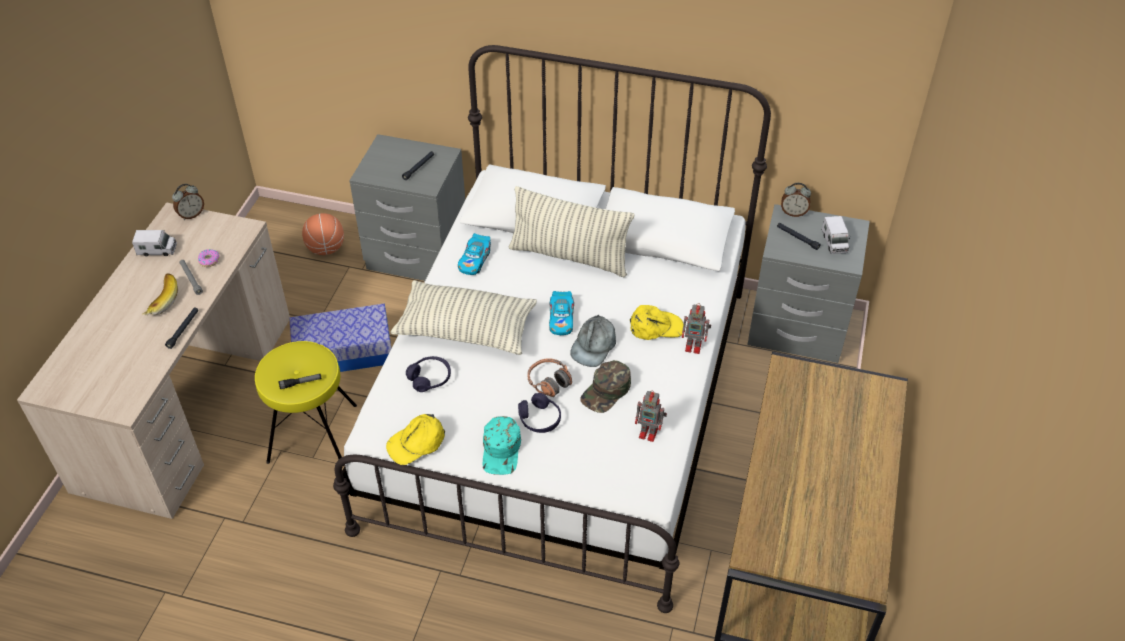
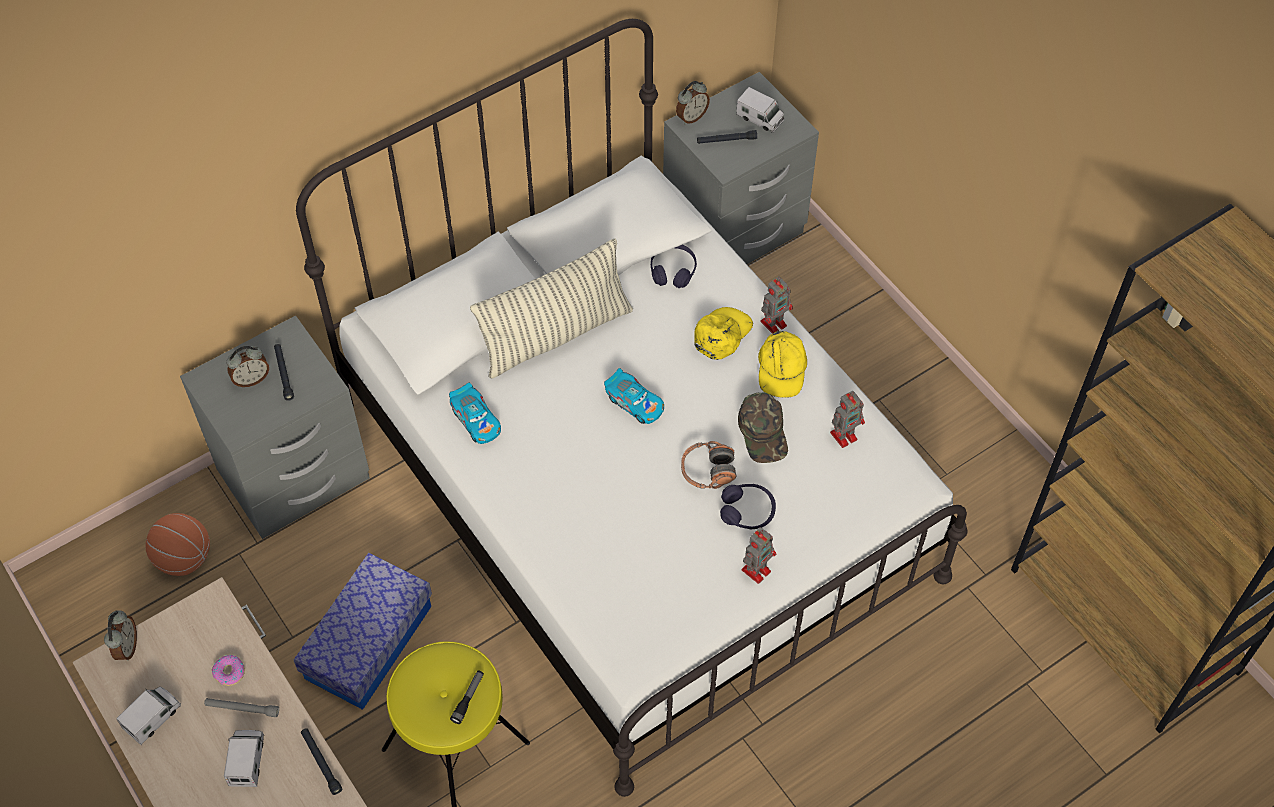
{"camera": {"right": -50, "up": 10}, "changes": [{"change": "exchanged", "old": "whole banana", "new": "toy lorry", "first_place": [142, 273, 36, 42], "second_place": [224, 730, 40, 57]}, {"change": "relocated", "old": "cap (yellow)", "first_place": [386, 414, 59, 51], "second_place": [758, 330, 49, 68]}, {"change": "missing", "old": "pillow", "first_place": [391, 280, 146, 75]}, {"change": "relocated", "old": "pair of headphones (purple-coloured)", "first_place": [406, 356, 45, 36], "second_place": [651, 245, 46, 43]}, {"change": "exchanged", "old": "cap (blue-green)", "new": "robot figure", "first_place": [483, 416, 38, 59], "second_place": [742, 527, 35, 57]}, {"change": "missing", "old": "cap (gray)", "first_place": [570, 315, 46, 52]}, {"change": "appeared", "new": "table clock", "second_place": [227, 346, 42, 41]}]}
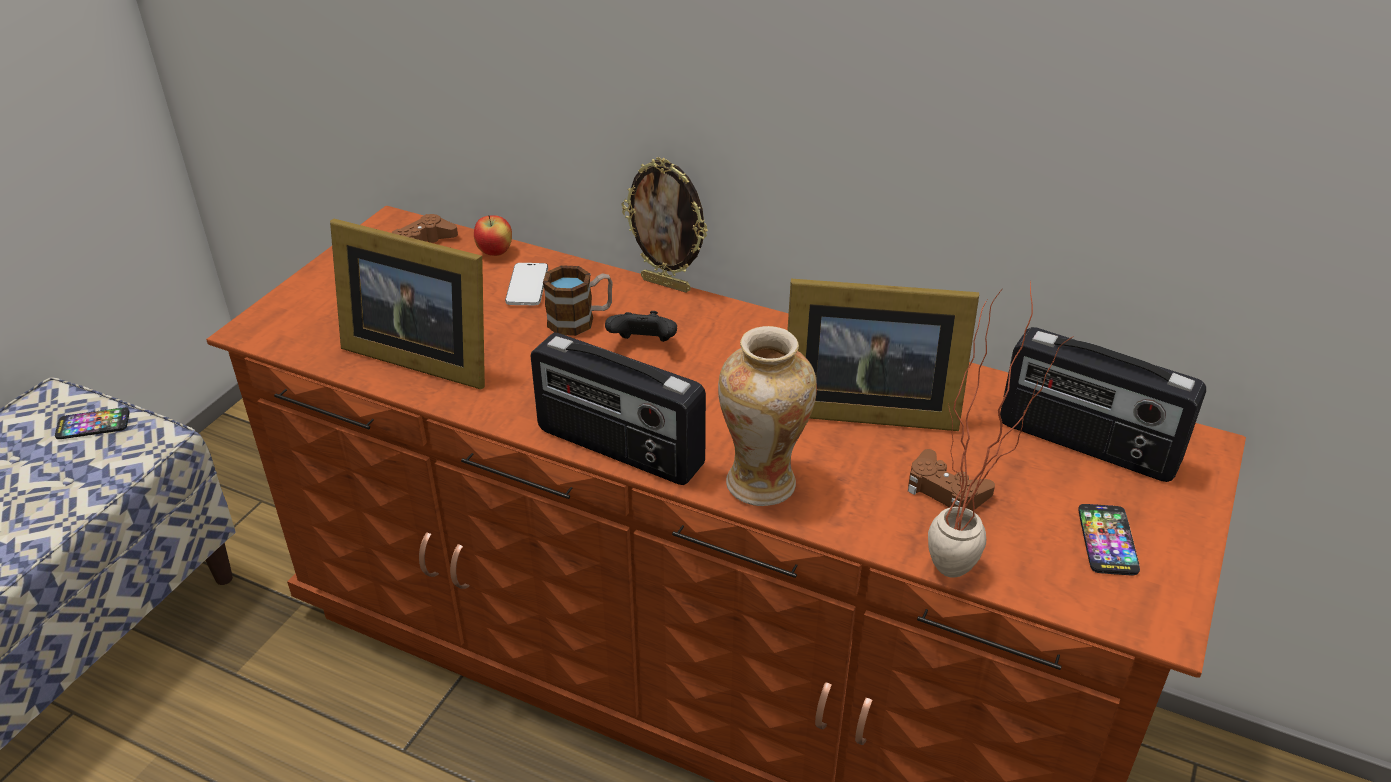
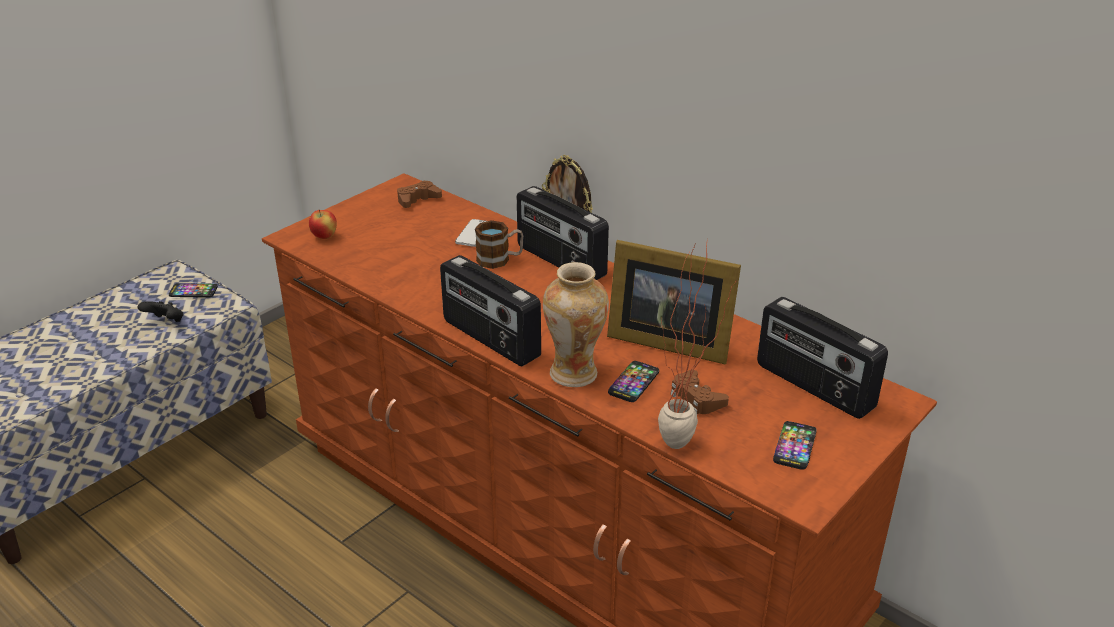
{"camera": {"right": 15, "up": -5}, "changes": [{"change": "missing", "old": "picture frame", "first_place": [330, 219, 155, 170]}, {"change": "relocated", "old": "apple", "first_place": [474, 215, 38, 41], "second_place": [309, 209, 28, 30]}, {"change": "relocated", "old": "gamepad (blackish)", "first_place": [605, 311, 72, 31], "second_place": [138, 301, 45, 21]}, {"change": "appeared", "new": "radio", "second_place": [517, 186, 92, 94]}, {"change": "appeared", "new": "handset", "second_place": [608, 361, 51, 41]}]}
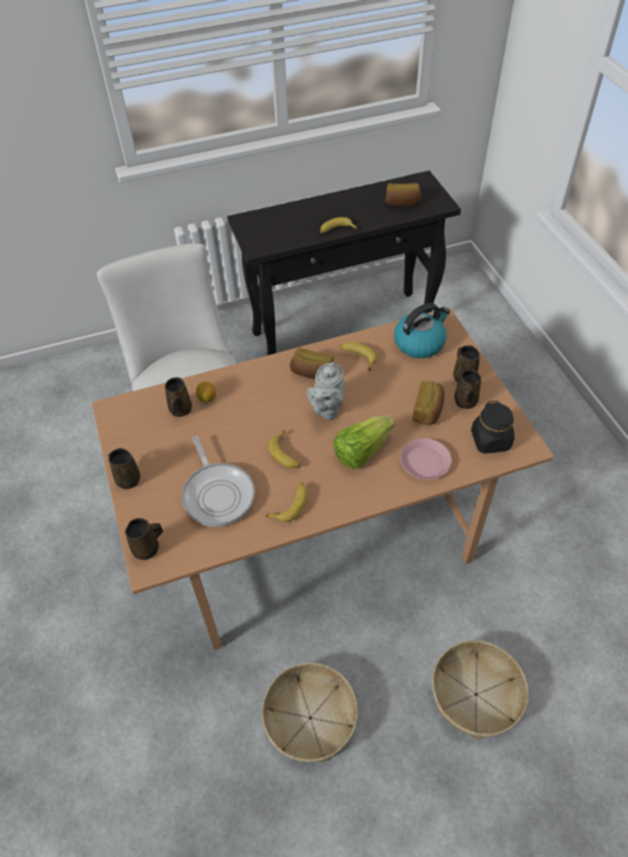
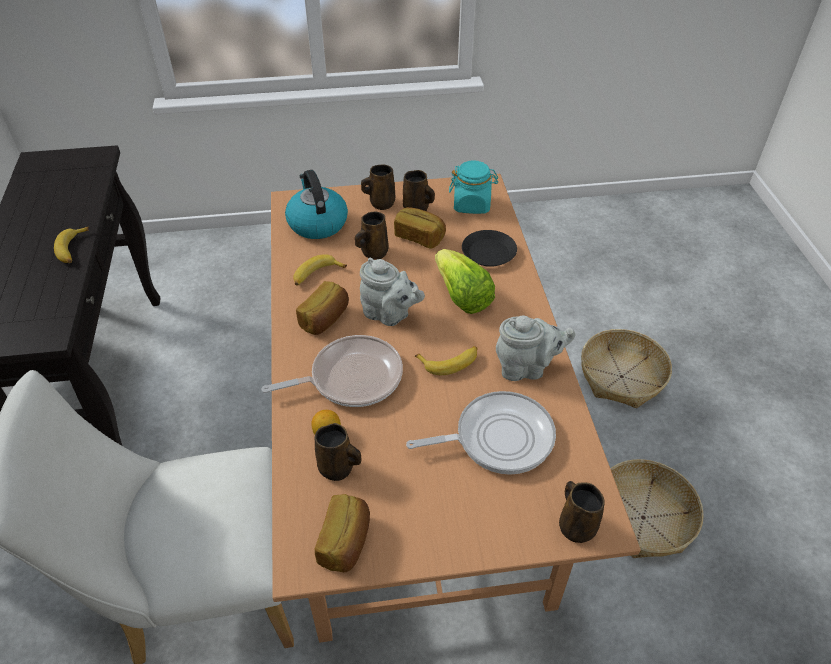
{"camera": {"right": -80, "up": -5}, "changes": [{"change": "relocated", "old": "mug (brown)", "first_place": [108, 448, 32, 41], "second_place": [355, 211, 34, 49]}, {"change": "exchanged", "old": "whole banana", "new": "tea pot (gray)", "first_place": [266, 482, 42, 40], "second_place": [496, 315, 80, 66]}, {"change": "relocated", "old": "bakery bread", "first_place": [386, 183, 35, 23], "second_place": [315, 494, 55, 78]}, {"change": "colour", "old": "plate (pink)", "new": "plate (blackish)", "first_place": [400, 438, 51, 42], "second_place": [462, 230, 55, 37]}, {"change": "colour", "old": "preserve jar (blackish)", "new": "preserve jar (blue-green)", "first_place": [471, 401, 43, 52], "second_place": [449, 161, 49, 53]}, {"change": "appeared", "new": "skillet", "second_place": [261, 335, 142, 72]}]}
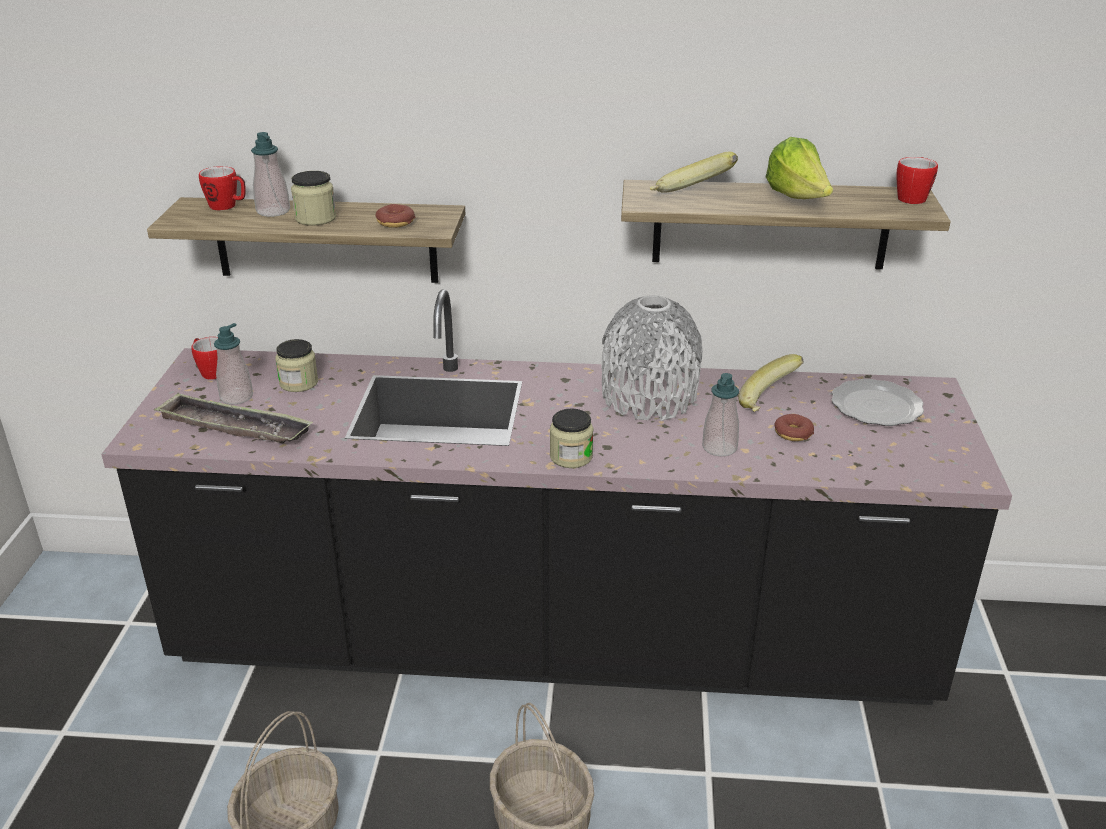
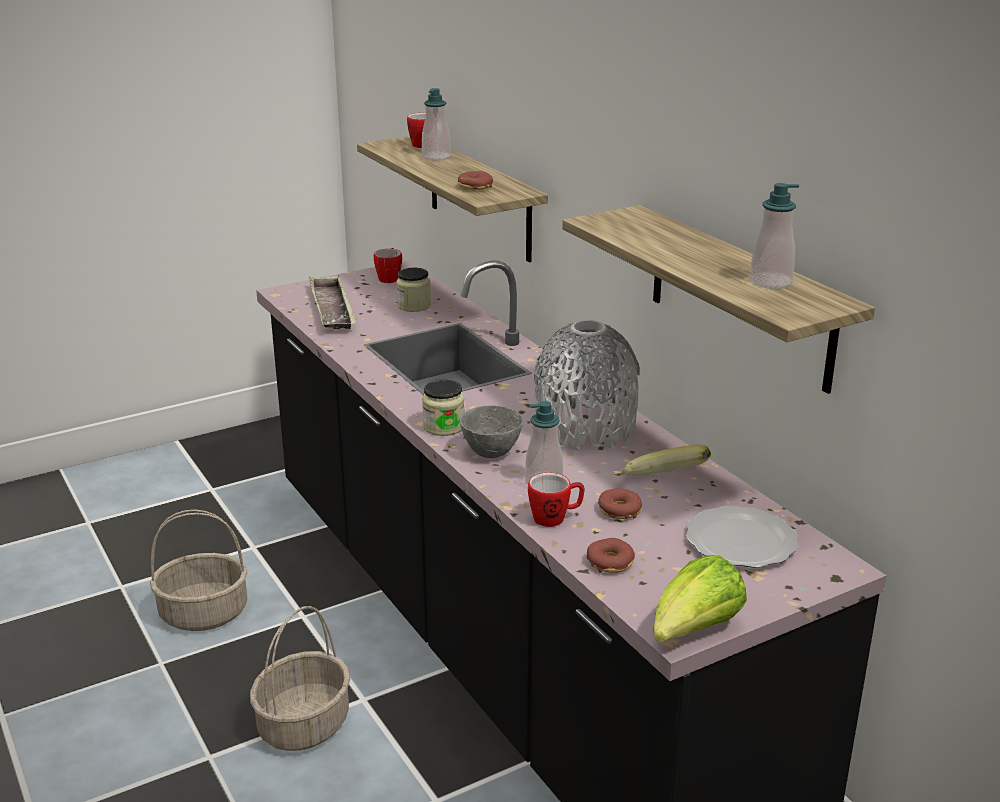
{"camera": {"right": 55, "up": -5}, "changes": [{"change": "relocated", "old": "soap dispenser", "first_place": [214, 323, 39, 82], "second_place": [750, 183, 50, 106]}, {"change": "missing", "old": "preserve jar", "first_place": [291, 171, 45, 55]}, {"change": "missing", "old": "whole banana", "first_place": [650, 152, 88, 41]}, {"change": "relocated", "old": "lettuce", "first_place": [766, 137, 67, 62], "second_place": [654, 555, 93, 88]}, {"change": "relocated", "old": "mug", "first_place": [896, 157, 42, 47], "second_place": [528, 472, 57, 55]}, {"change": "appeared", "new": "deep dish (gray)", "second_place": [460, 405, 63, 53]}, {"change": "appeared", "new": "donut", "second_place": [587, 538, 48, 35]}]}
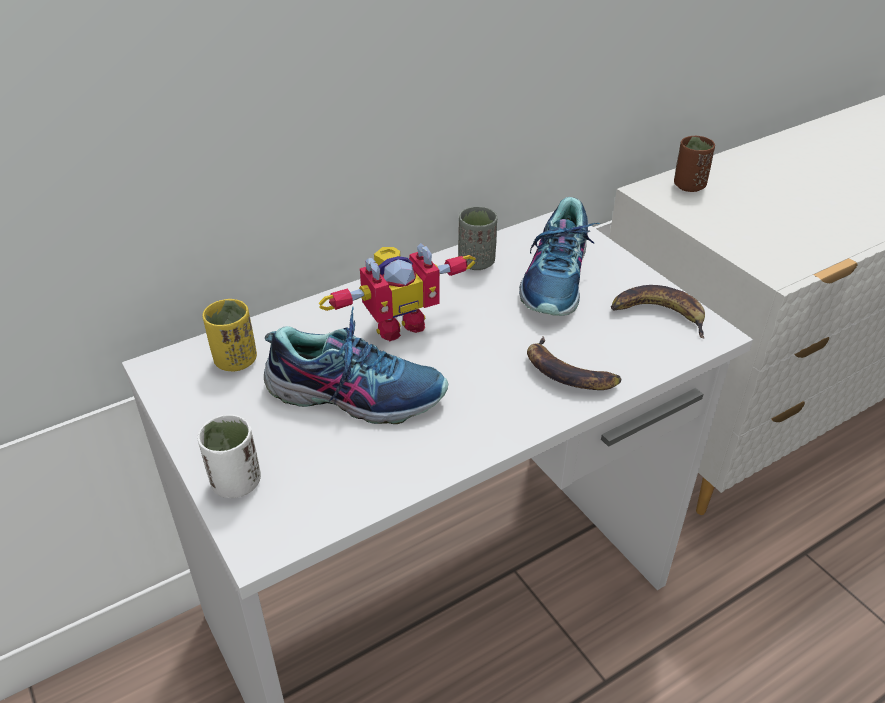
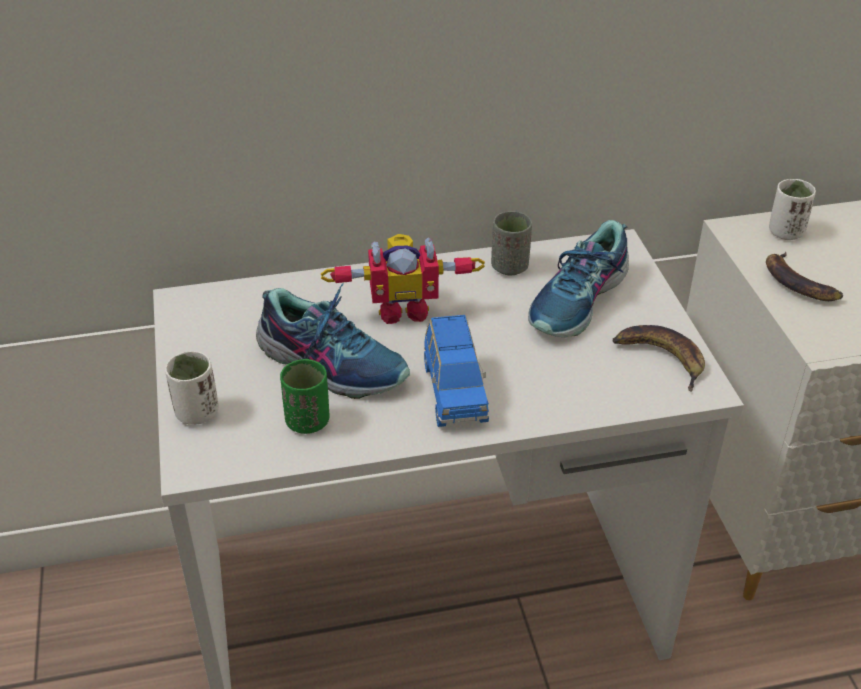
{"camera": {"right": 20, "up": 0}, "changes": [{"change": "missing", "old": "drinking cup (yellow)", "first_place": [203, 299, 54, 72]}, {"change": "relocated", "old": "whole banana", "first_place": [527, 336, 94, 54], "second_place": [766, 252, 77, 49]}, {"change": "colour", "old": "drinking cup (brown)", "new": "drinking cup (white)", "first_place": [674, 136, 41, 56], "second_place": [769, 179, 47, 61]}, {"change": "appeared", "new": "drinking cup (green)", "second_place": [280, 359, 50, 75]}, {"change": "appeared", "new": "toy car (bluish)", "second_place": [424, 315, 65, 112]}]}
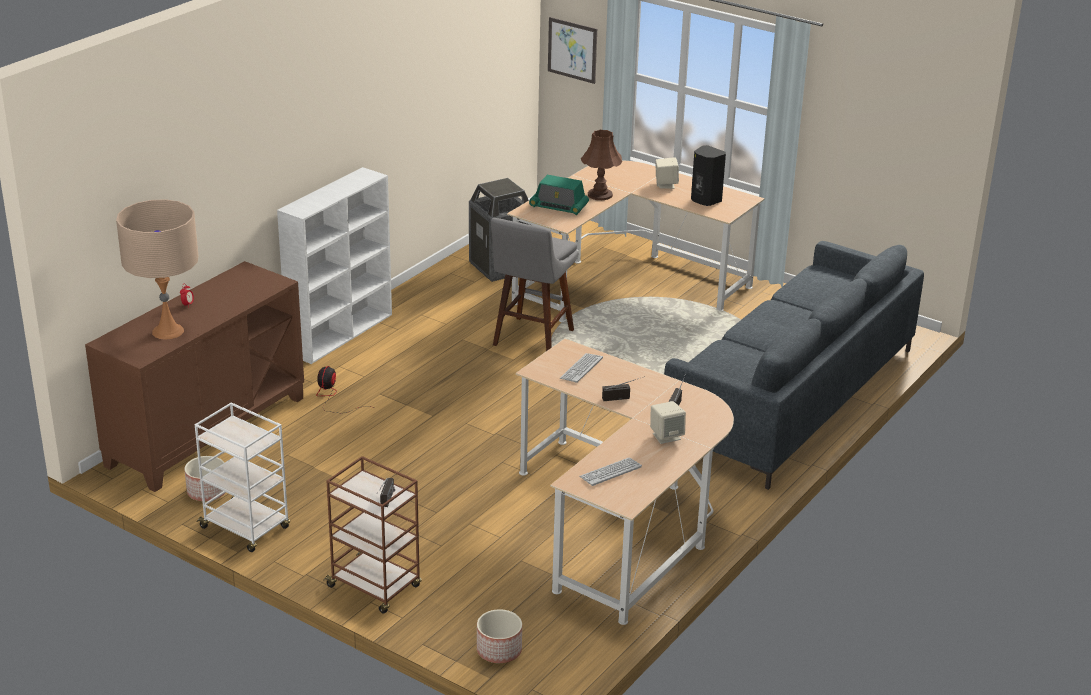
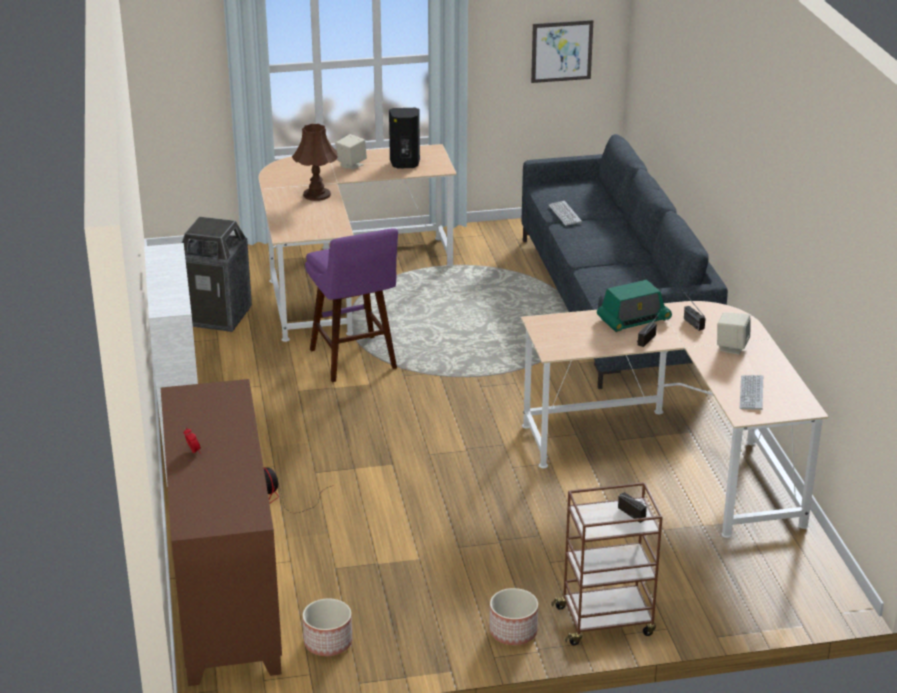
{"camera": {"right": -45, "up": 0}, "changes": [{"change": "missing", "old": "lamp for a table (beige-coloured)", "first_place": [116, 199, 82, 141]}, {"change": "missing", "old": "trolley (white)", "first_place": [195, 402, 95, 150]}, {"change": "relocated", "old": "plant pot", "first_place": [477, 609, 45, 54], "second_place": [489, 588, 49, 57]}, {"change": "colour", "old": "stool (gray)", "new": "stool (purple-coloured)", "first_place": [491, 218, 87, 133], "second_place": [305, 228, 93, 154]}, {"change": "relocated", "old": "radio", "first_place": [529, 175, 60, 40], "second_place": [597, 280, 75, 52]}, {"change": "relocated", "old": "wall picture", "first_place": [548, 17, 49, 67], "second_place": [531, 20, 62, 63]}, {"change": "relocated", "old": "computer keyboard", "first_place": [560, 353, 43, 30], "second_place": [549, 201, 33, 25]}]}
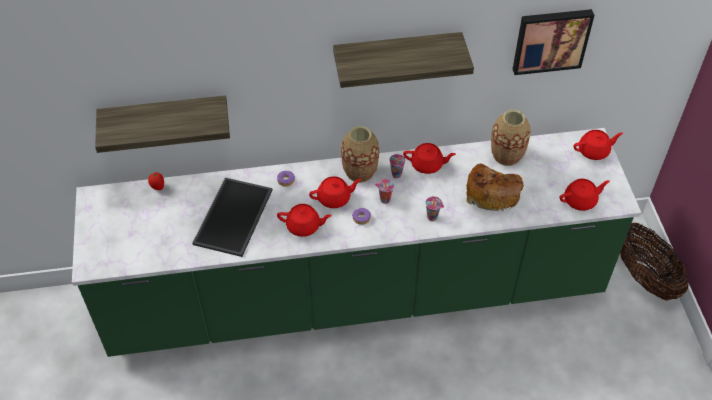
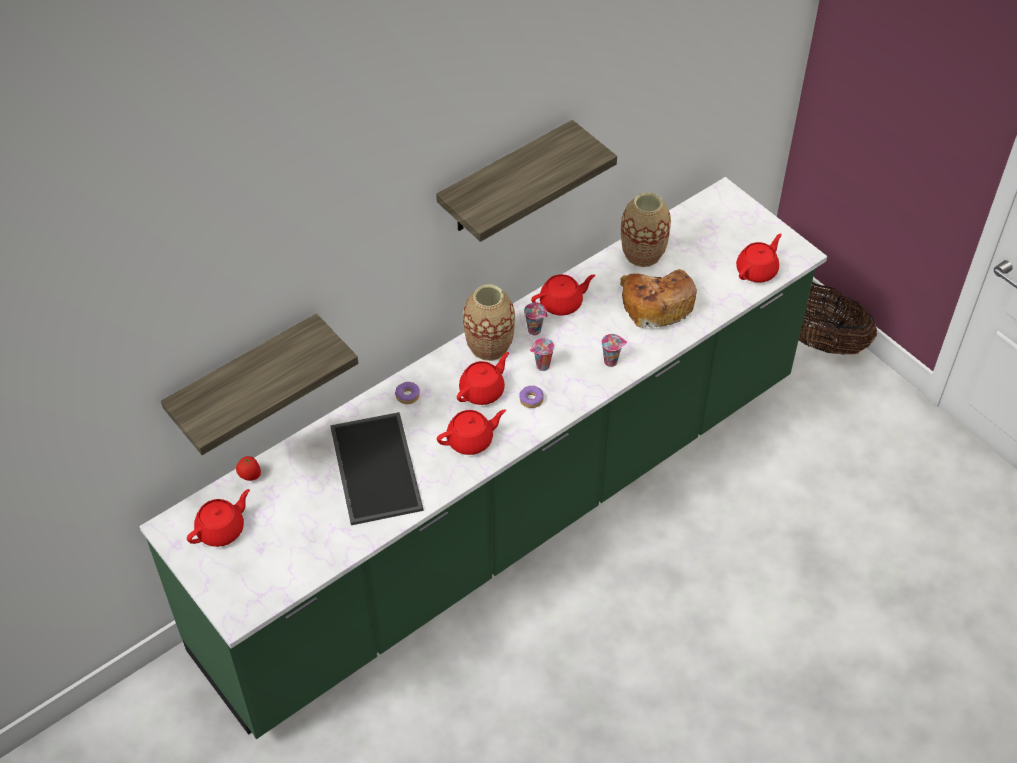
{"camera": {"right": -30, "up": 0}, "changes": [{"change": "missing", "old": "wall picture", "first_place": [512, 9, 82, 66]}, {"change": "relocated", "old": "tea pot (red)", "first_place": [573, 130, 50, 30], "second_place": [187, 489, 63, 58]}]}
